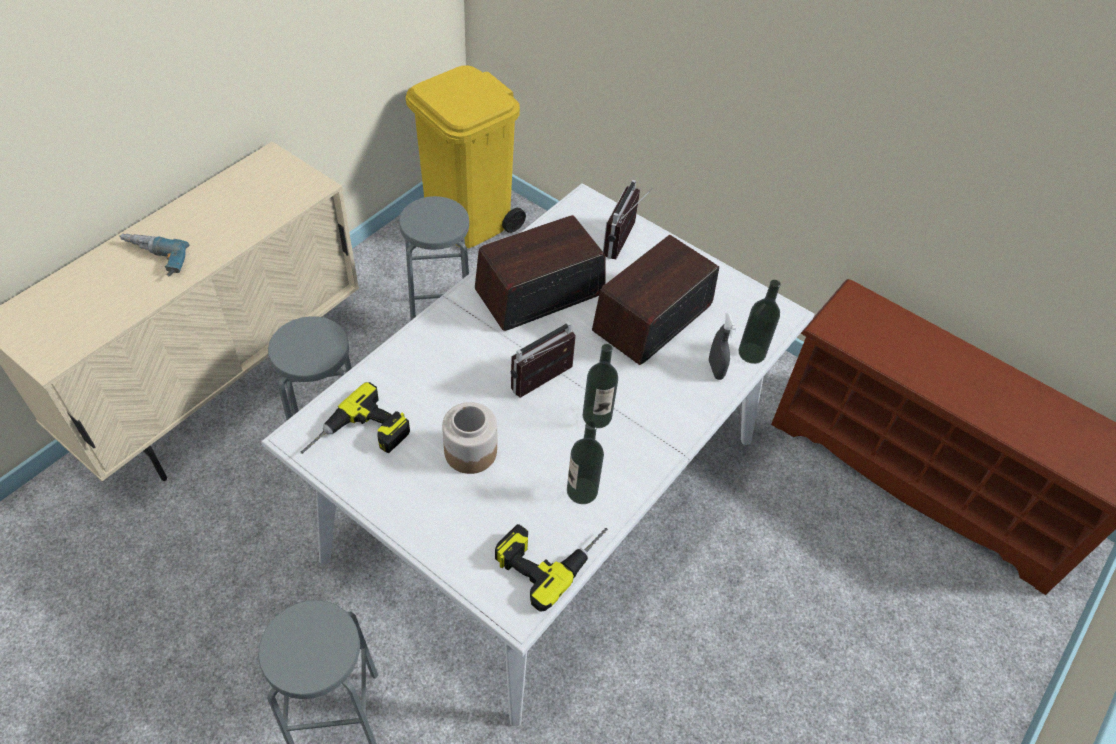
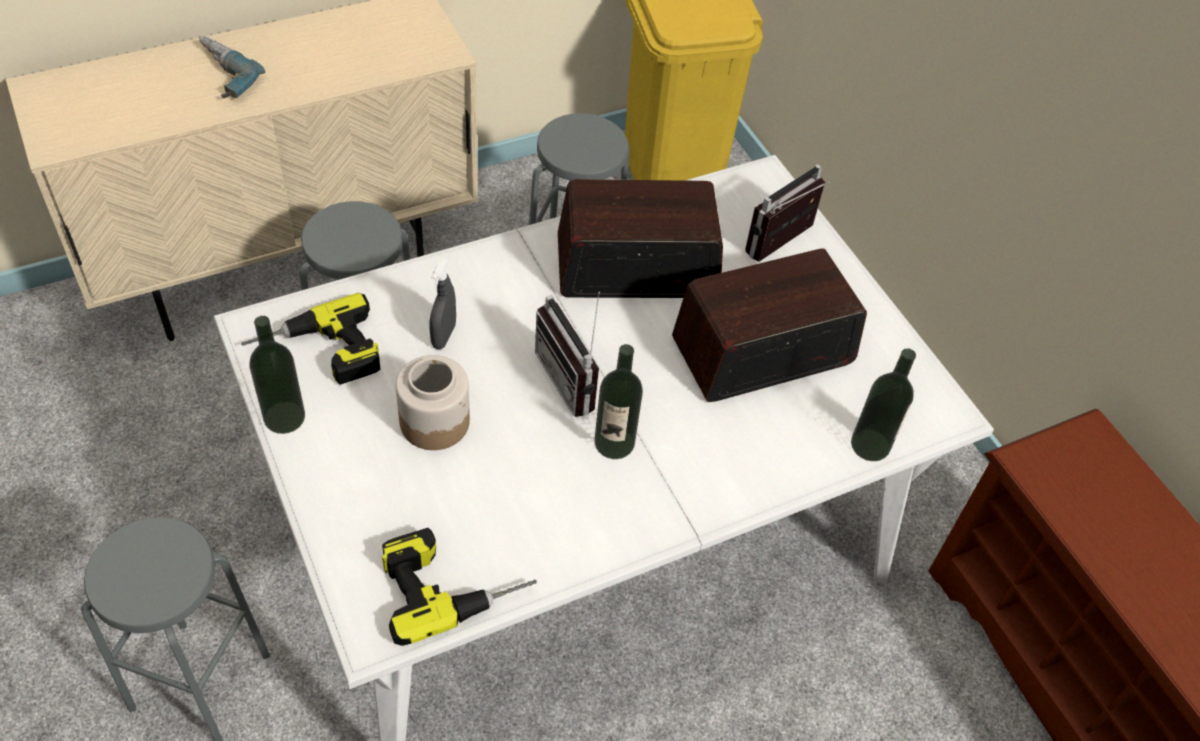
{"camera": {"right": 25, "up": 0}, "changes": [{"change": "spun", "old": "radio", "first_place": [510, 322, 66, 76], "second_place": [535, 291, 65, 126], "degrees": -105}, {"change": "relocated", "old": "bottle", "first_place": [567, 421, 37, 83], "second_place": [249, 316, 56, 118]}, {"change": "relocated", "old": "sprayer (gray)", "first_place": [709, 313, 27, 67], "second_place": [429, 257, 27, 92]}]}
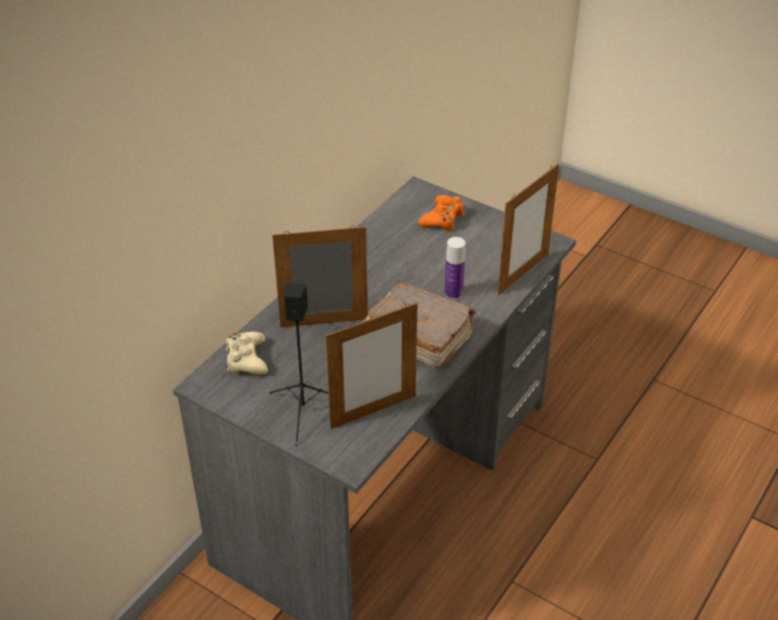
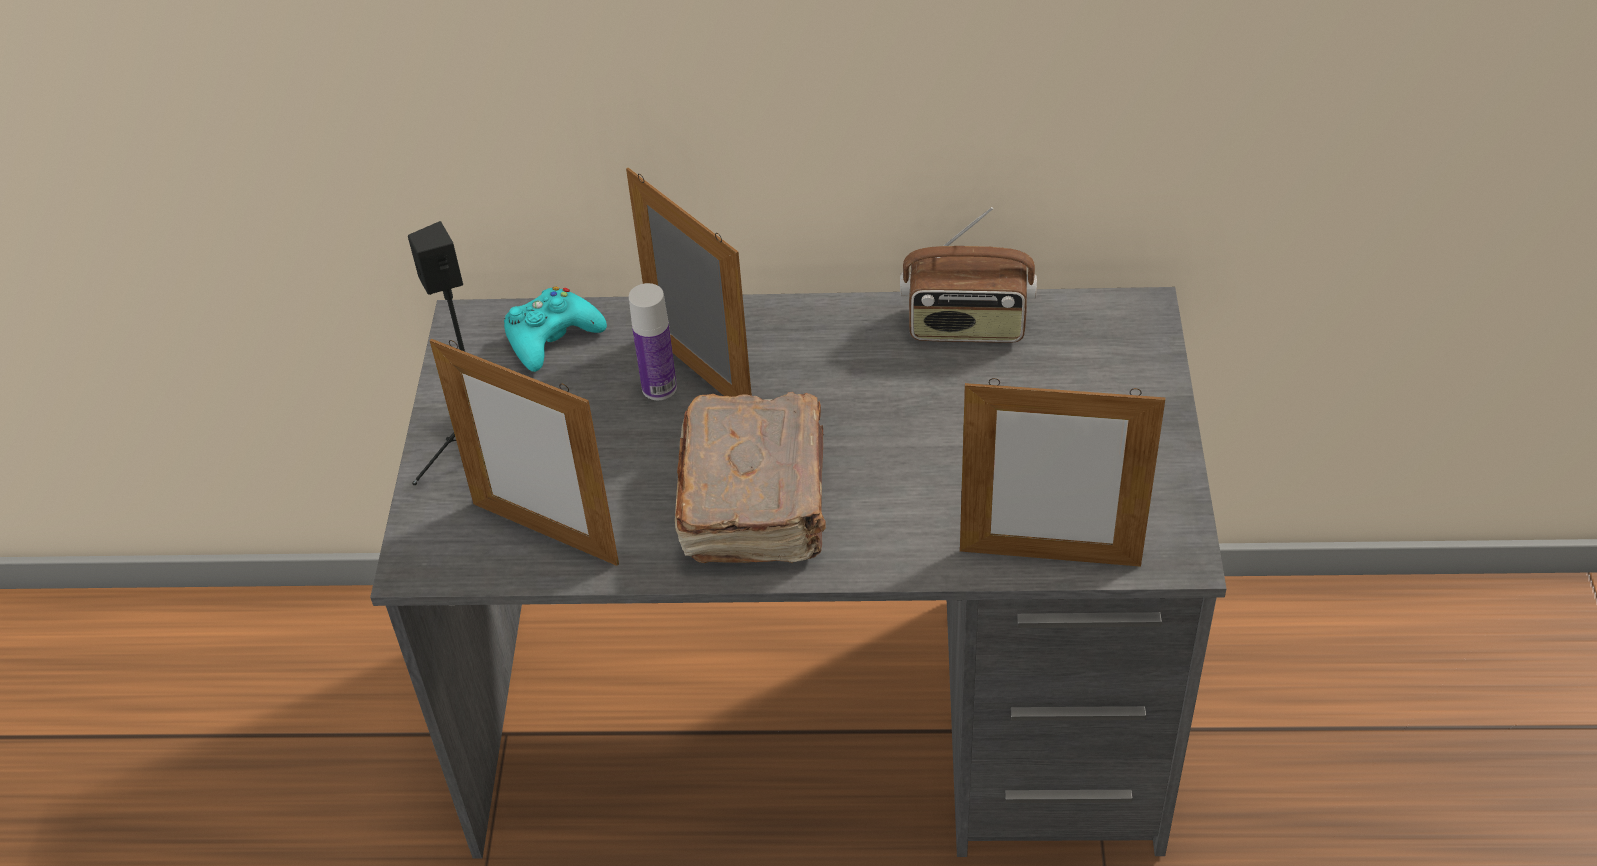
{"camera": {"right": 60, "up": 5}, "changes": [{"change": "colour", "old": "gamepad (beige-coloured)", "new": "gamepad (blue-green)", "first_place": [226, 332, 42, 43], "second_place": [504, 287, 103, 85]}, {"change": "missing", "old": "gamepad (orange-coloured)", "first_place": [419, 195, 45, 36]}, {"change": "relocated", "old": "bottle", "first_place": [445, 237, 20, 63], "second_place": [629, 283, 48, 117]}, {"change": "appeared", "new": "radio", "second_place": [900, 207, 137, 136]}]}
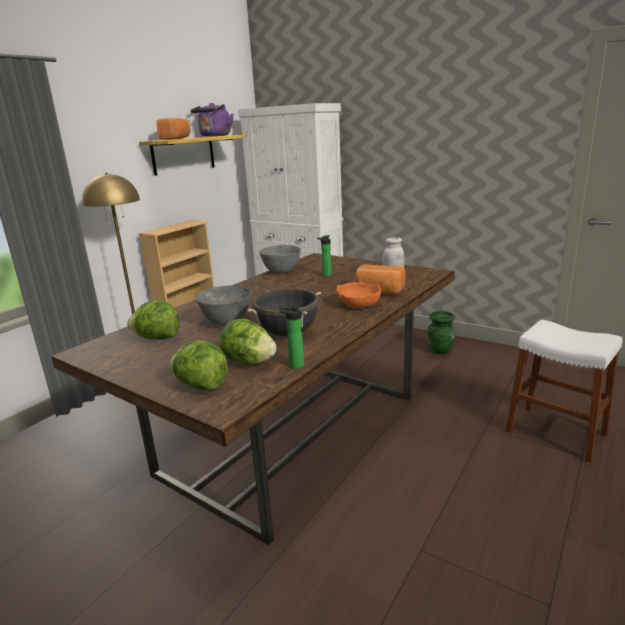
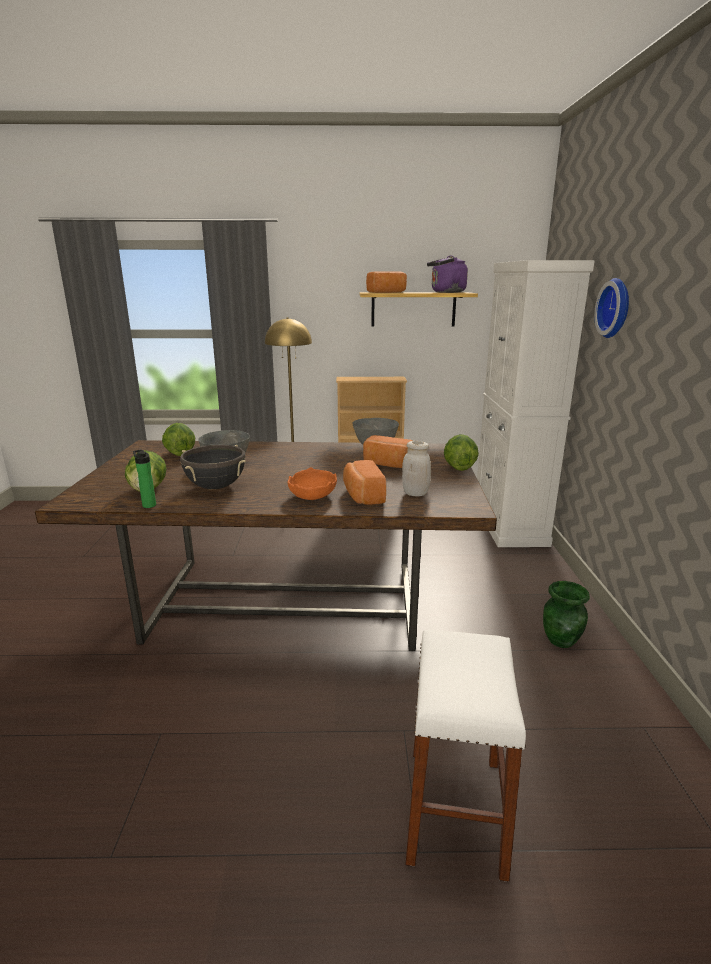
{"camera": {"right": 55, "up": 0}, "changes": [{"change": "relocated", "old": "lettuce", "first_place": [170, 340, 58, 51], "second_place": [444, 434, 35, 37]}, {"change": "exchanged", "old": "bottle", "new": "bakery bread", "first_place": [317, 235, 15, 42], "second_place": [363, 435, 50, 33]}, {"change": "appeared", "new": "hanging clock", "second_place": [594, 278, 35, 60]}]}
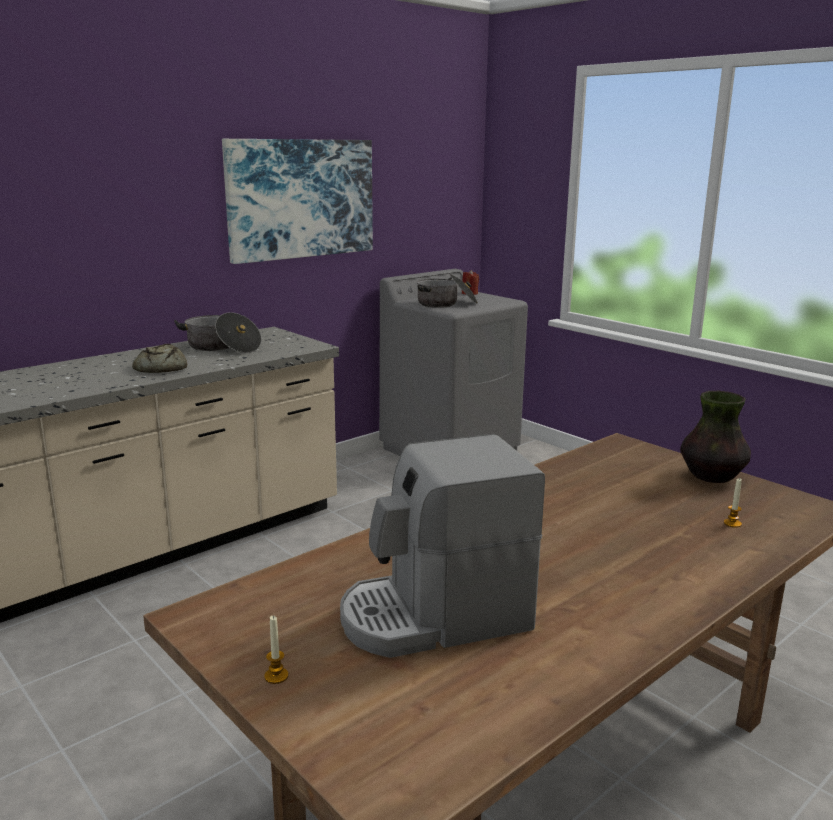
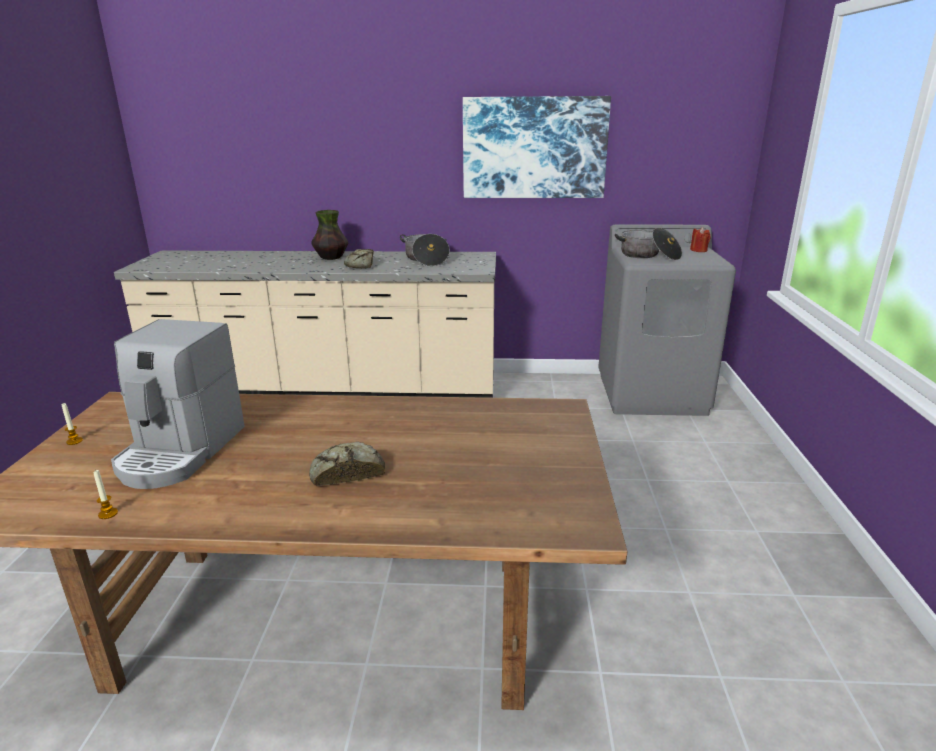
{"camera": {"right": 45, "up": 5}, "changes": [{"change": "spun", "old": "coffee maker", "first_place": [340, 434, 205, 224], "second_place": [111, 319, 134, 170], "degrees": -105}, {"change": "relocated", "old": "flower vase", "first_place": [680, 391, 71, 92], "second_place": [311, 210, 37, 50]}, {"change": "relocated", "old": "candle", "first_place": [724, 478, 18, 50], "second_place": [93, 470, 25, 49]}, {"change": "appeared", "new": "bakery bread", "second_place": [309, 441, 76, 45]}]}
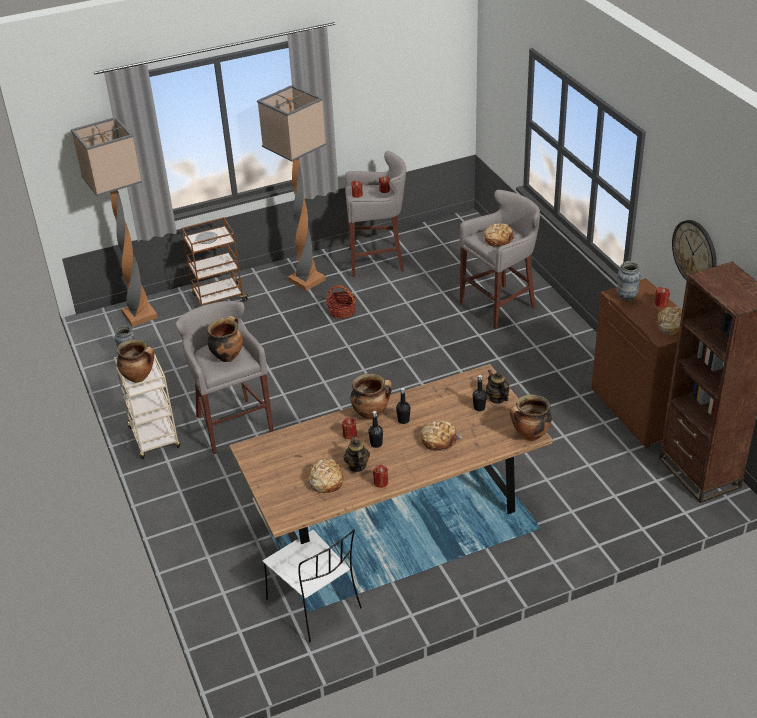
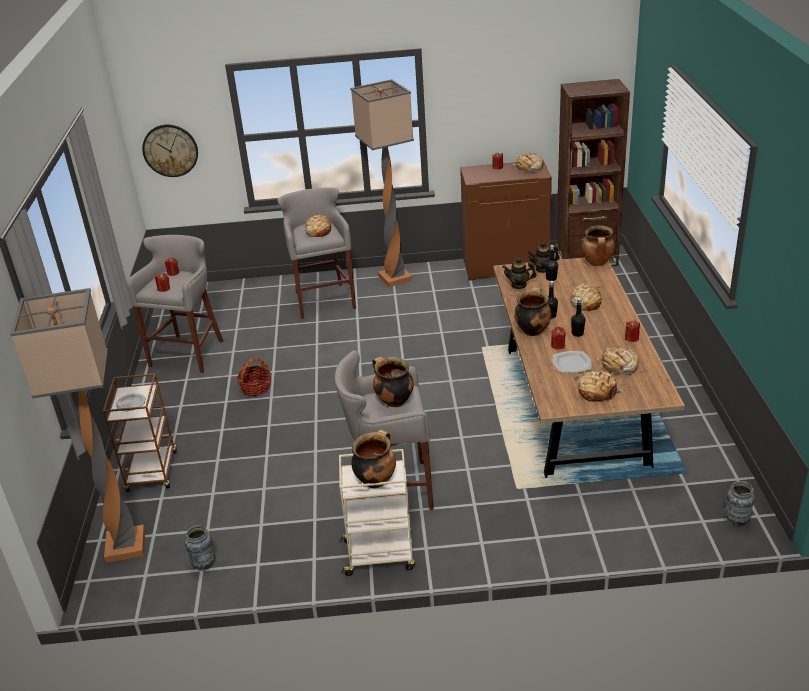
{"camera": {"right": -70, "up": -5}, "changes": [{"change": "relocated", "old": "standard lamp", "first_place": [257, 85, 69, 206], "second_place": [350, 79, 64, 208]}, {"change": "missing", "old": "chair (white)", "first_place": [263, 529, 99, 113]}, {"change": "relocated", "old": "tea pot", "first_place": [344, 435, 26, 37], "second_place": [502, 258, 34, 31]}, {"change": "relocated", "old": "flower vase", "first_place": [617, 261, 24, 41], "second_place": [725, 481, 30, 45]}, {"change": "relocated", "old": "hanging clock", "first_place": [672, 220, 45, 61], "second_place": [142, 125, 56, 52]}, {"change": "appeared", "new": "plate", "second_place": [553, 351, 39, 22]}, {"change": "appeared", "new": "bakery bread", "second_place": [578, 371, 45, 32]}]}
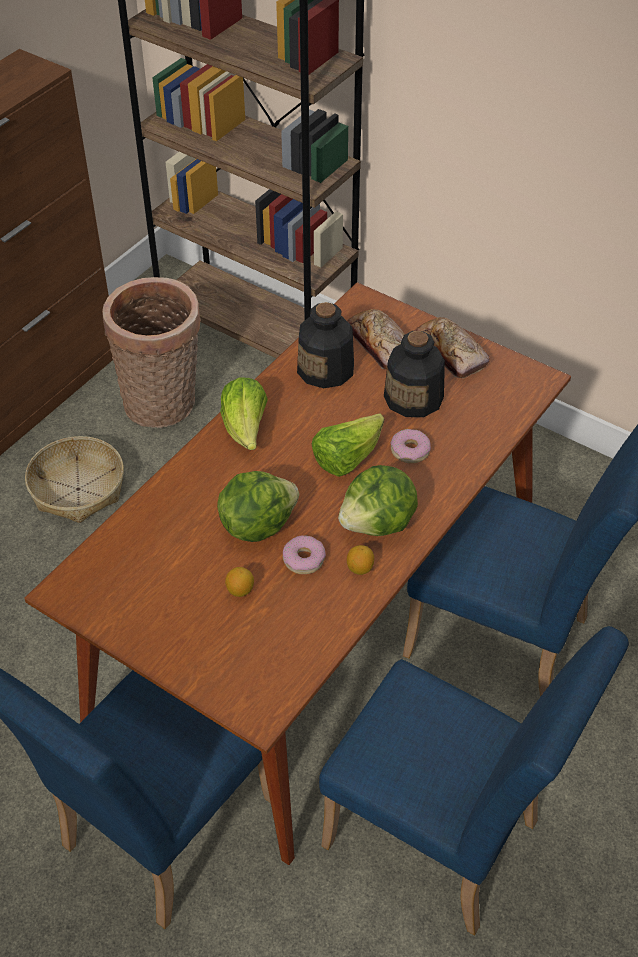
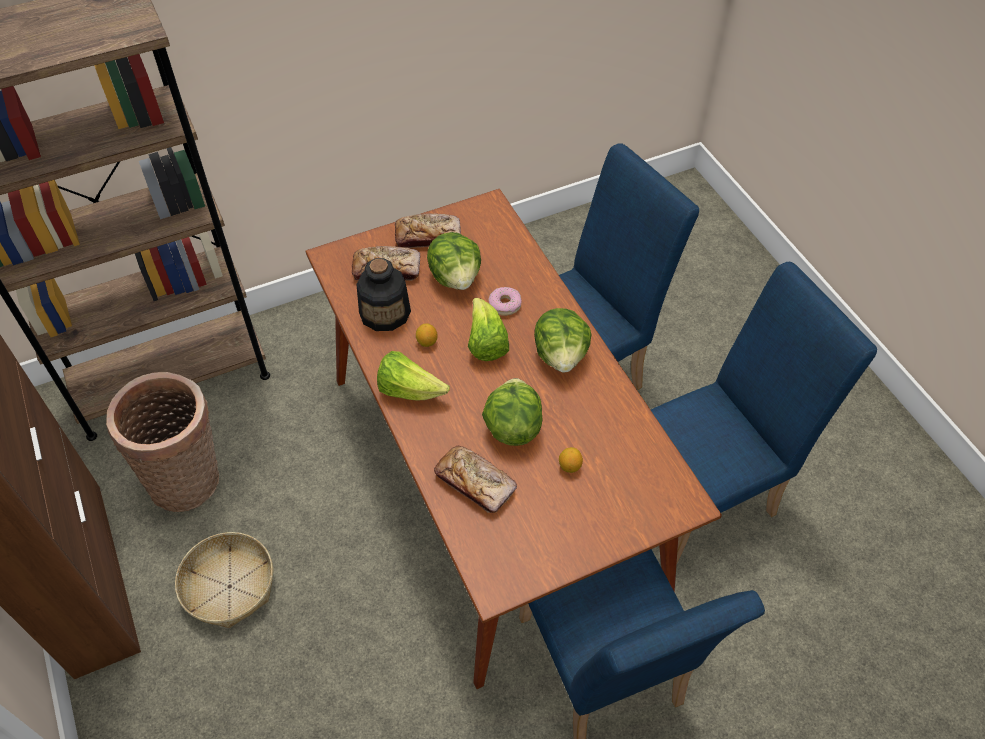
{"camera": {"right": -60, "up": 5}, "changes": [{"change": "missing", "old": "donut", "first_place": [283, 535, 43, 39]}, {"change": "relocated", "old": "whole lemon", "first_place": [347, 545, 27, 30], "second_place": [416, 323, 22, 24]}, {"change": "exchanged", "old": "bottle", "new": "lettuce", "first_place": [384, 331, 61, 86], "second_place": [427, 232, 54, 58]}, {"change": "appeared", "new": "bakery bread", "second_place": [434, 446, 83, 67]}]}
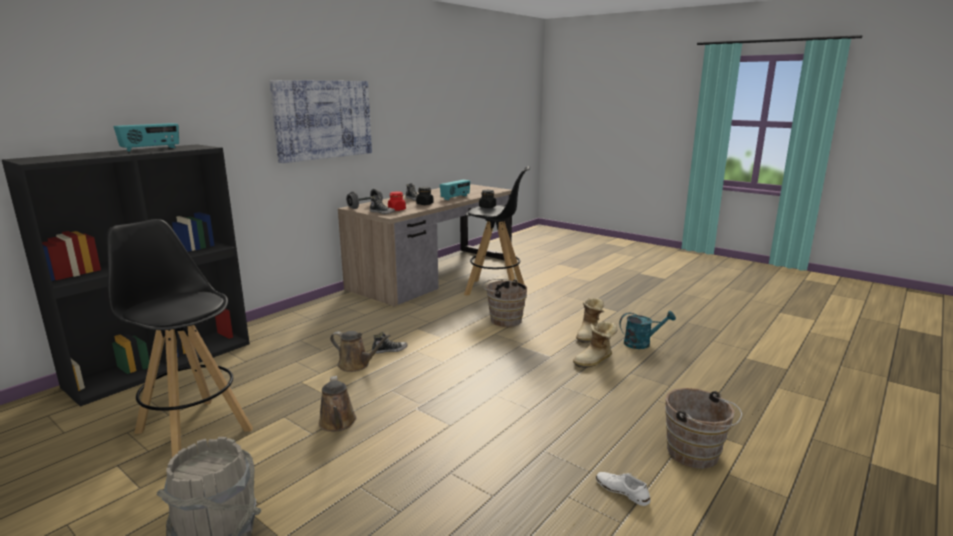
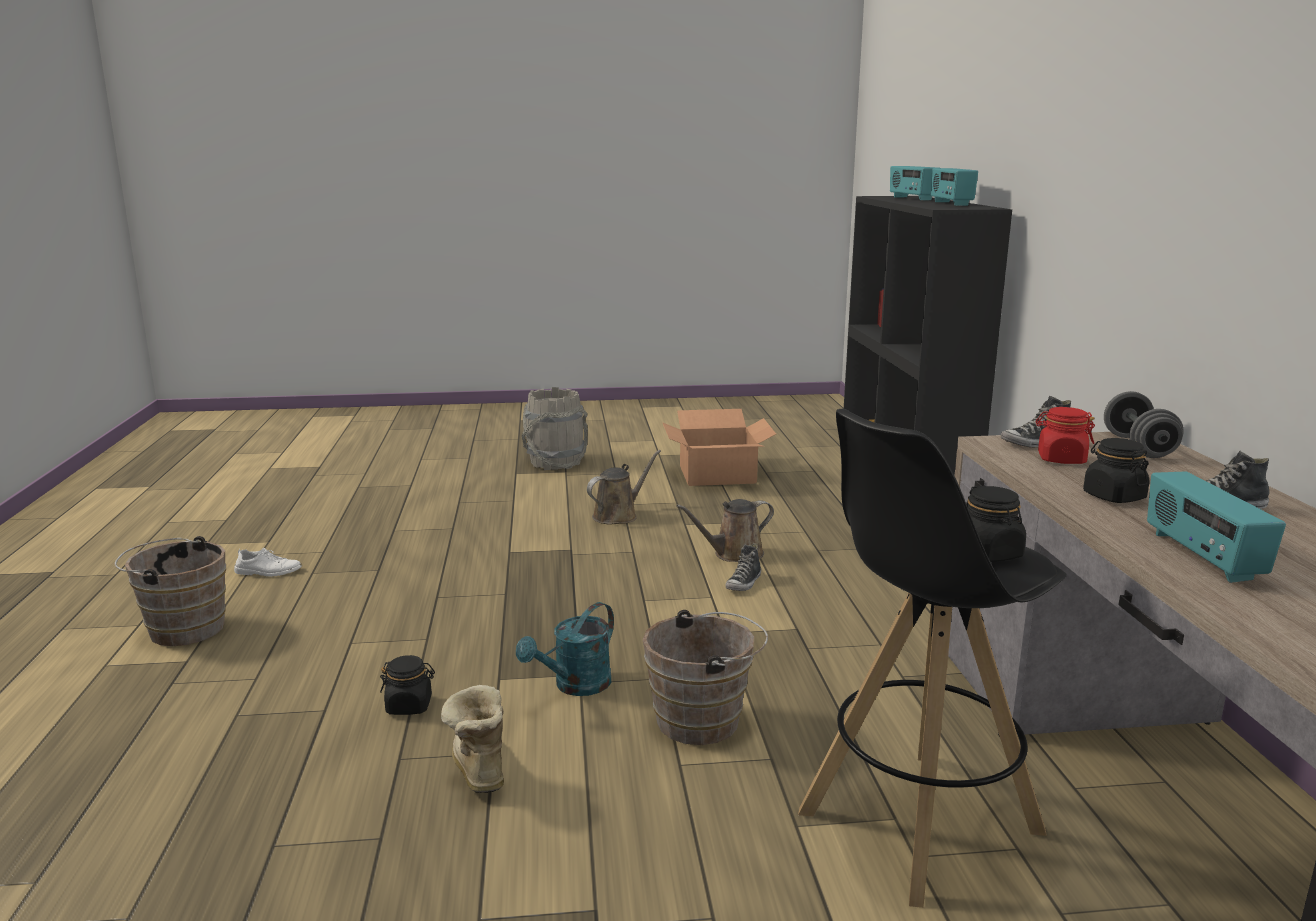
{"camera": {"right": 135, "up": 0}, "changes": [{"change": "exchanged", "old": "stool (blackish)", "new": "packing box", "first_place": [106, 219, 147, 238], "second_place": [662, 409, 114, 77]}, {"change": "missing", "old": "wall picture", "first_place": [270, 80, 102, 83]}, {"change": "spun", "old": "watering can (brown)", "first_place": [319, 376, 37, 56], "second_place": [587, 450, 74, 75], "degrees": 105}, {"change": "exchanged", "old": "tall boot", "new": "preserve jar (blackish)", "first_place": [573, 321, 45, 47], "second_place": [380, 655, 55, 60]}, {"change": "relocated", "old": "watering can (blue-green)", "first_place": [619, 311, 57, 38], "second_place": [516, 602, 98, 94]}, {"change": "appeared", "new": "radio", "second_place": [890, 166, 48, 34]}]}
